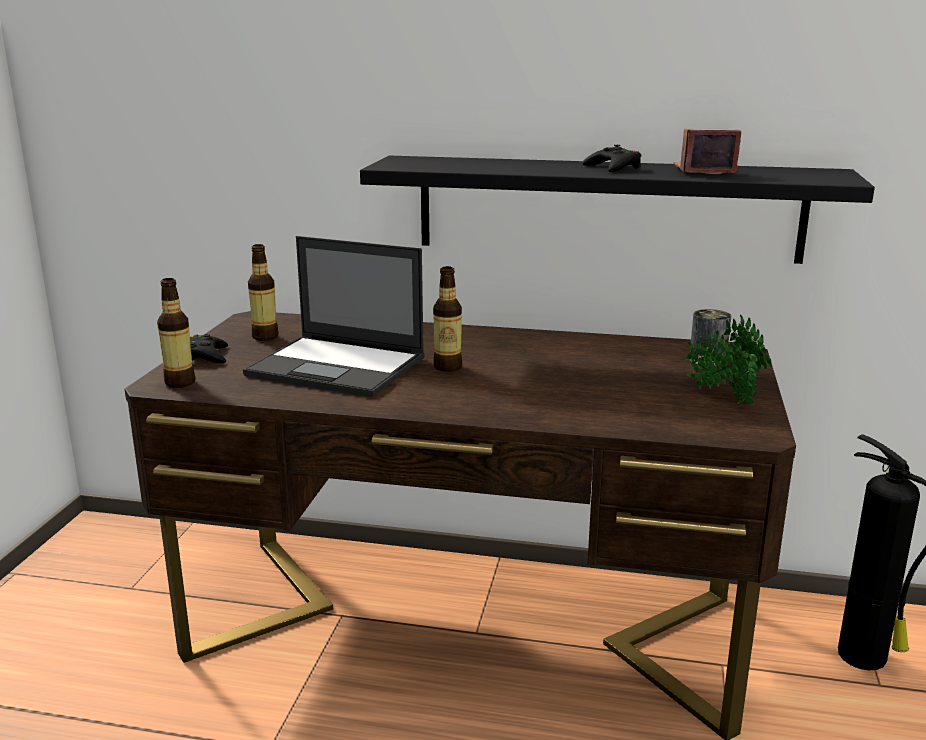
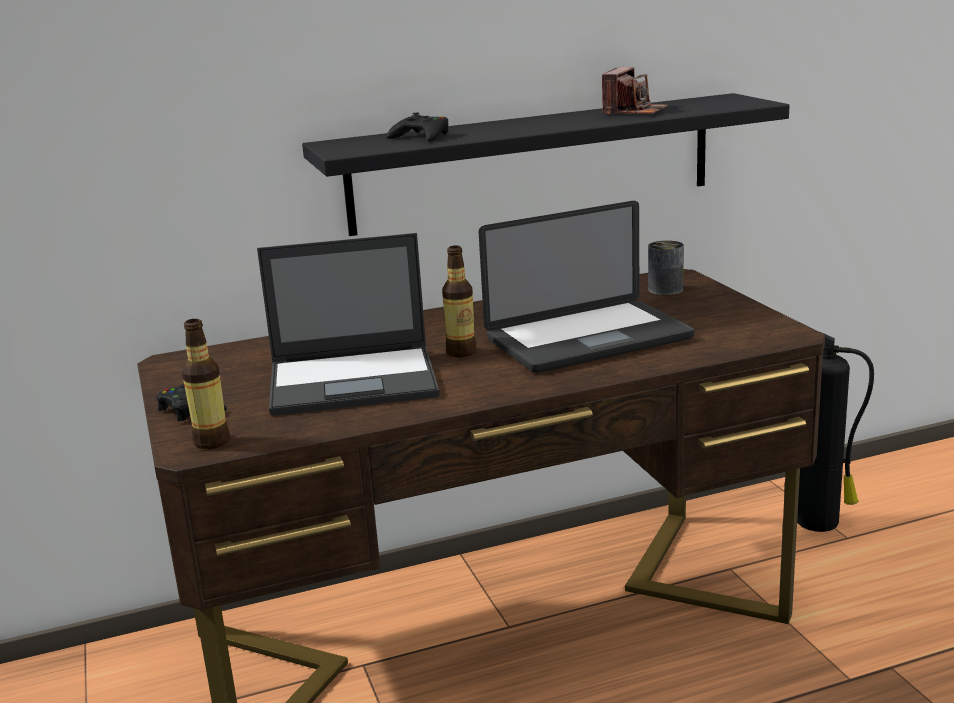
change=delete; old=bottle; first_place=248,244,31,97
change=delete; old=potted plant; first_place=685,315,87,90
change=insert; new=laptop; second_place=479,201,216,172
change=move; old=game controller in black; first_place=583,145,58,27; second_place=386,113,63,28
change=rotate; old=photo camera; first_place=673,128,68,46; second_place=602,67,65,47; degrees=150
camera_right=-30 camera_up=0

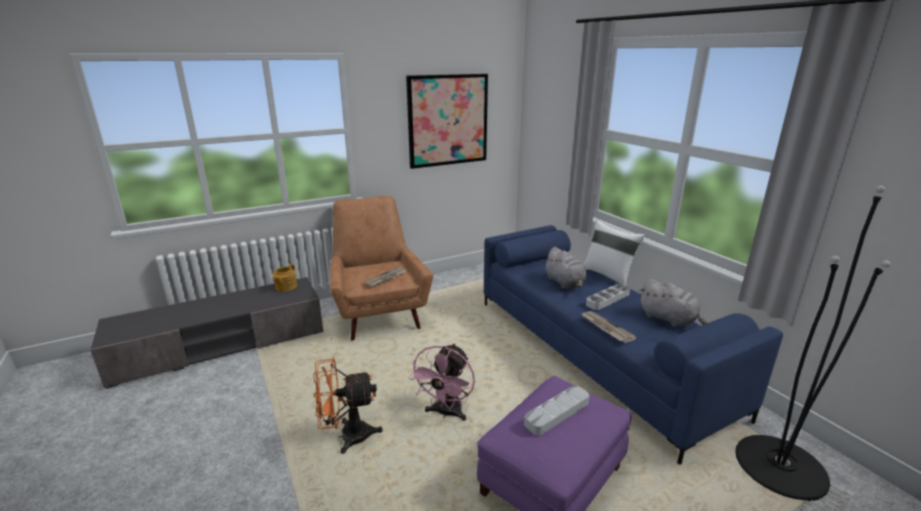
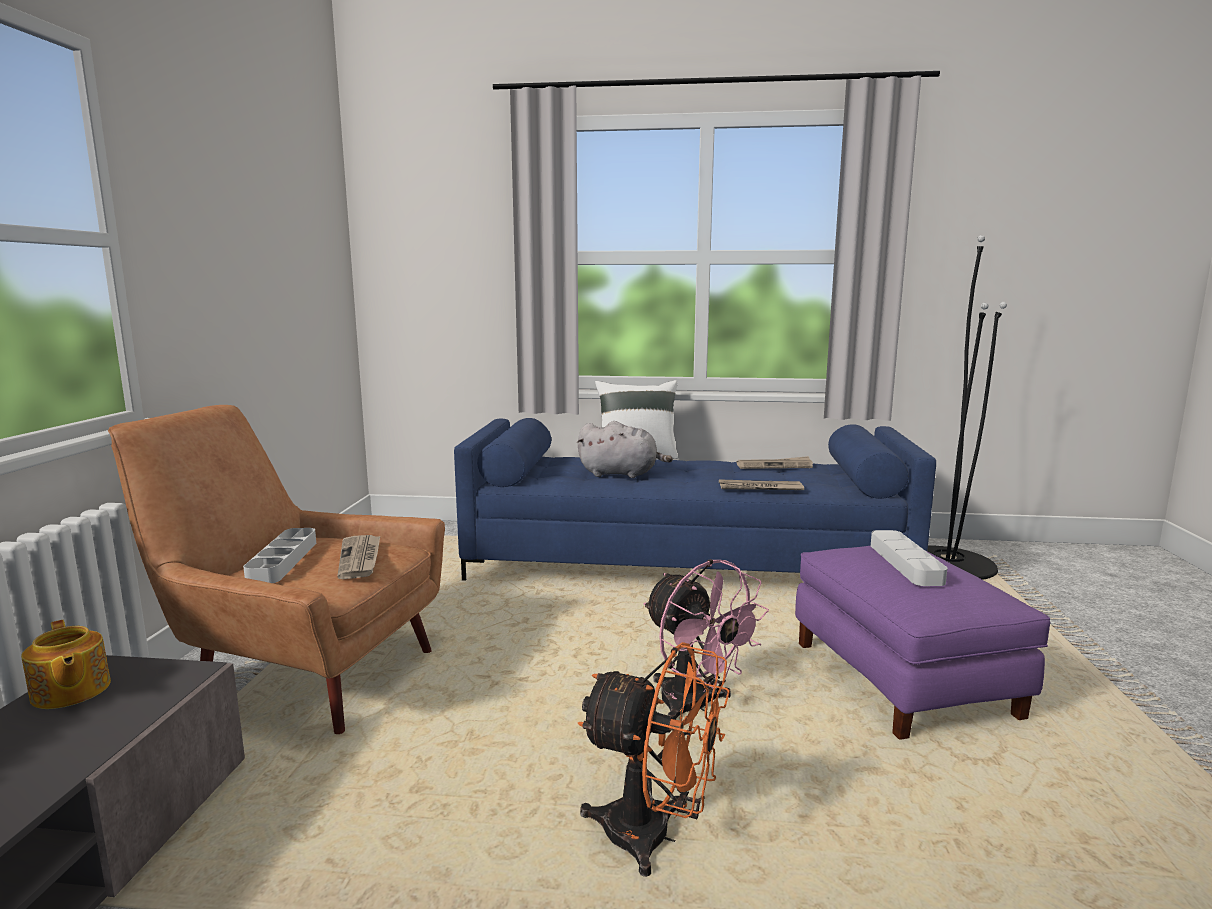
change=delete; old=picture; first_place=406,74,82,95
change=move; old=tray in grey; first_place=586,284,44,26; second_place=243,528,73,55
change=replace; old=plush toy in grey; new=newspaper; first_place=639,279,68,48; second_place=736,456,77,13
change=rotate; old=fan in orange; first_place=313,358,70,96; second_place=578,642,152,235; degrees=-90
camera_right=-55 camera_up=-10

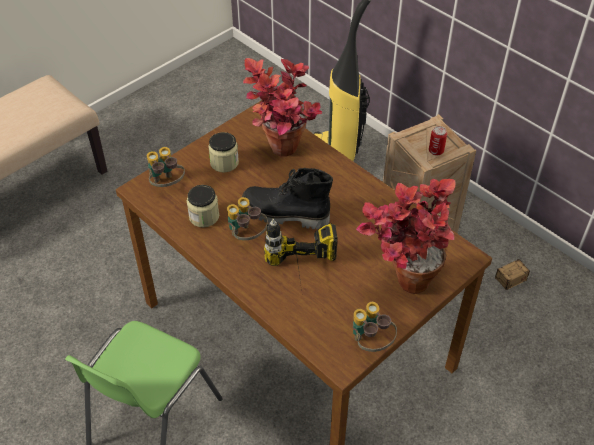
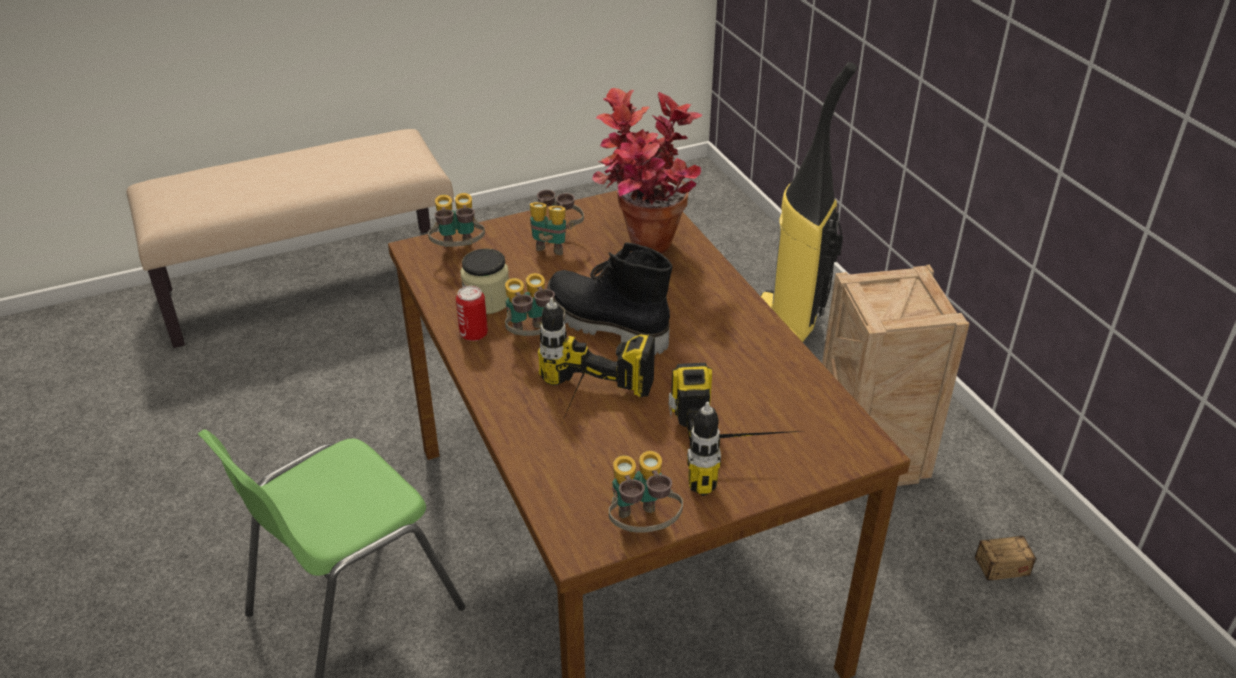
change=move; old=can; first_place=429,126,18,30; second_place=456,286,32,55
change=replace; old=jar; new=binoculars; first_place=208,132,31,40; second_place=530,190,54,65
change=replace; old=potted plant; new=power drill; first_place=356,179,100,115; second_place=669,363,131,133
camera_right=20 camera_up=-10

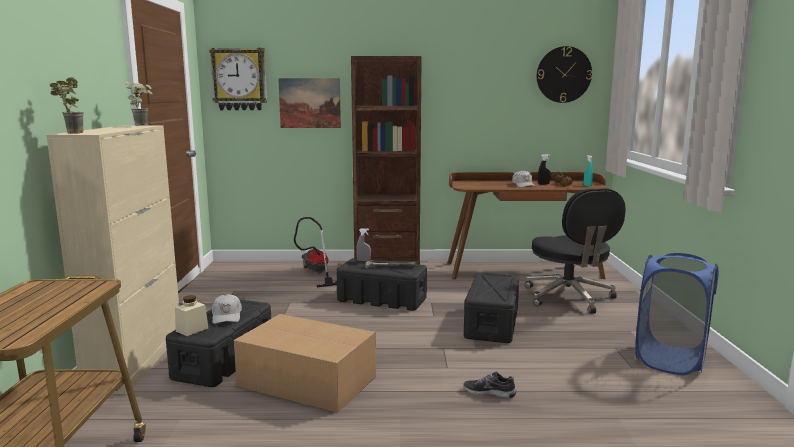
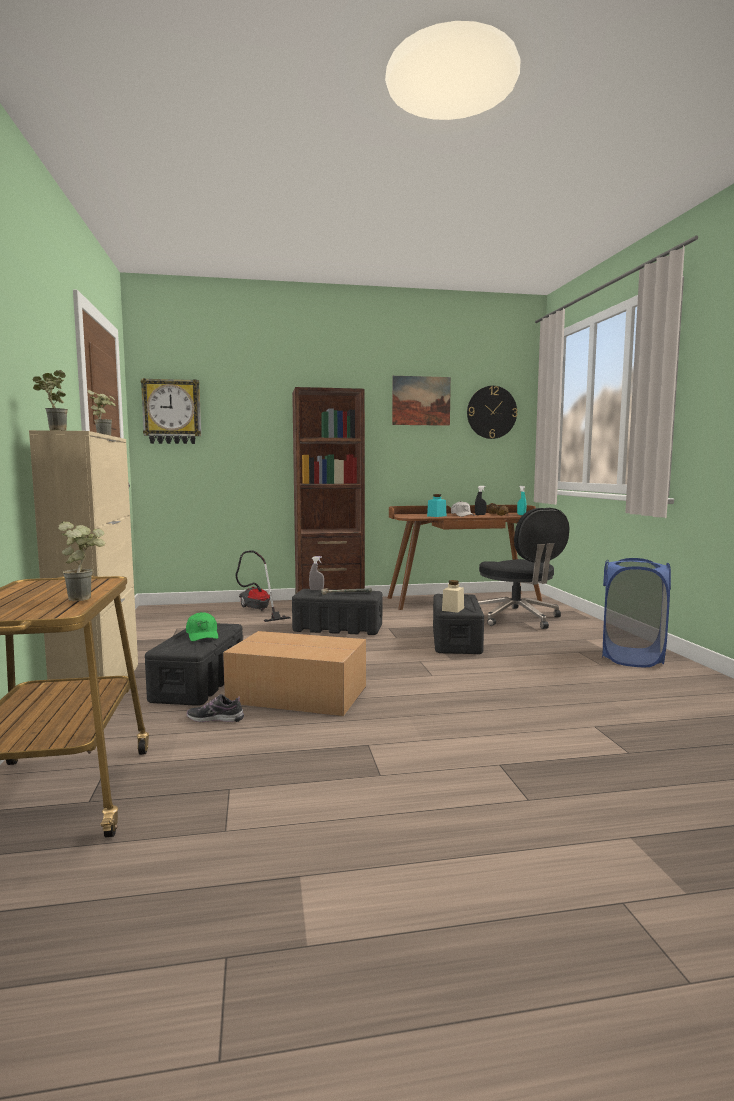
change=insert; new=potted plant; second_place=58,521,48,80
change=insert; new=jar in turquoise; second_place=427,494,19,23
change=move; old=jar in beige; first_place=175,295,33,41; second_place=442,580,22,33
change=move; old=picture; first_place=278,78,63,50; second_place=392,376,59,50
change=move; old=shoe; first_place=463,372,53,26; second_place=187,694,57,28
change=recolor; old=cap in white; new=cap in green; first_place=212,294,30,30; second_place=186,612,32,29
camera_right=-10 camera_up=-5

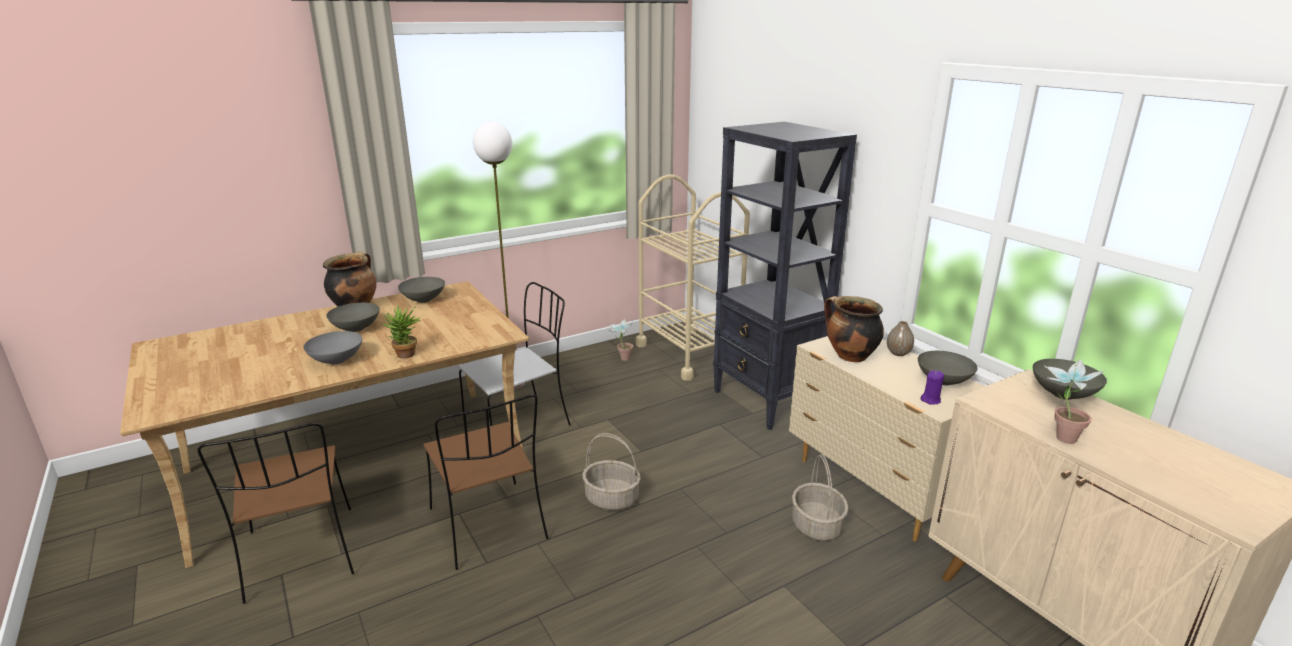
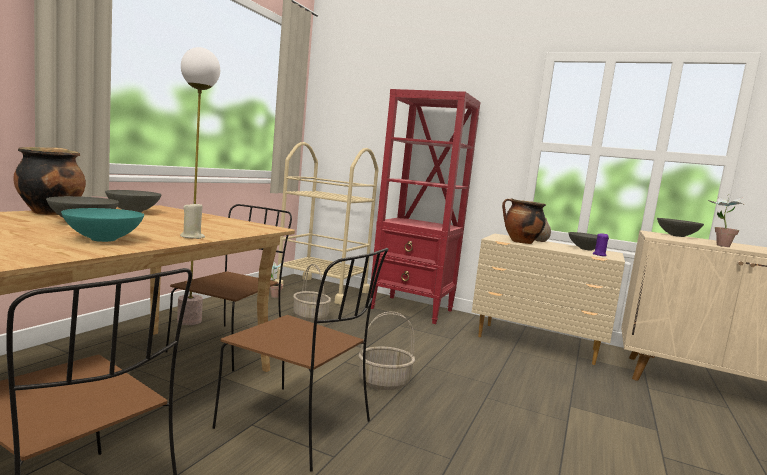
change=move; old=basket; first_place=792,454,57,87; second_place=293,264,38,58
change=replace; old=potted plant; new=candle in beige; first_place=383,304,38,55; second_place=180,202,25,37
change=recolor; old=bowl in grey; new=bowl in turquoise; first_place=303,331,59,34; second_place=61,208,83,34
change=recolor; old=chair in white; new=chair in brown; first_place=458,282,113,144; second_place=165,204,127,167
change=recolor; old=bookcase in black; new=bookcase in red; first_place=713,122,144,308; second_place=370,89,111,235
camera_right=-35 camera_up=-15

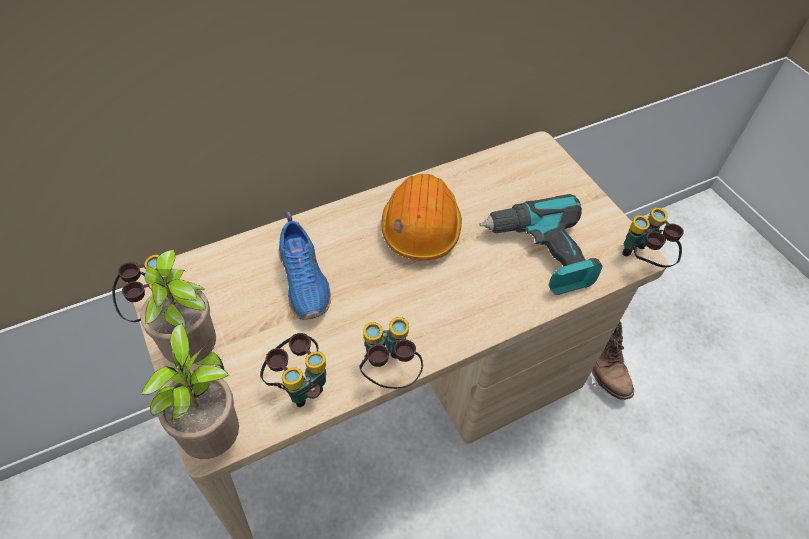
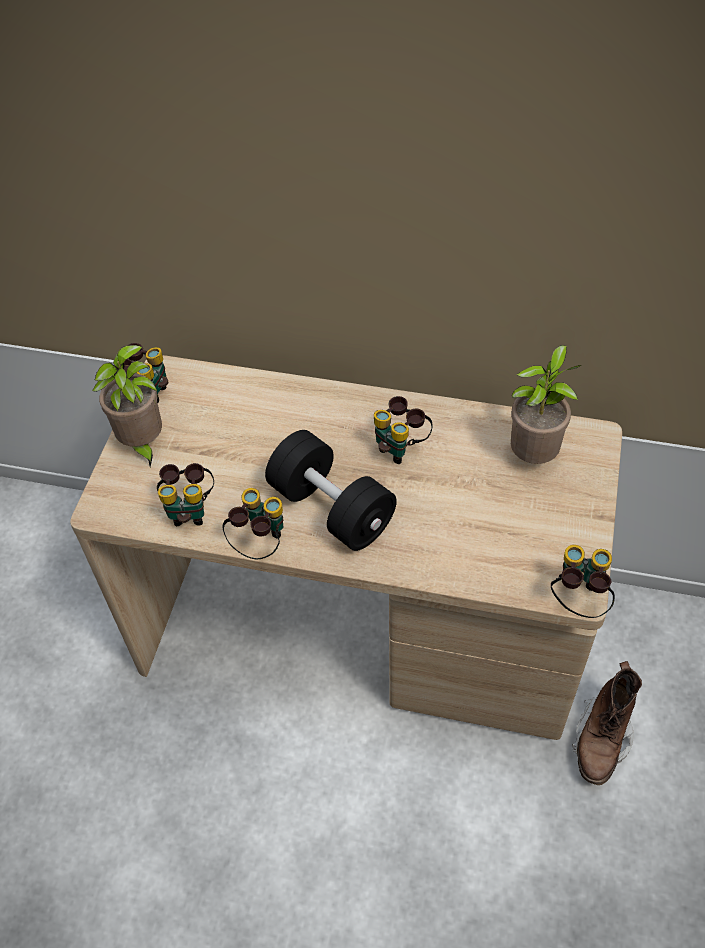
change=delete; old=shoe in blue; first_place=279,212,52,108
change=delete; old=power drill; first_place=480,194,123,101
change=insert; new=dumbbell in black; second_place=265,430,132,121
change=move; old=potted plant; first_place=140,323,99,136; second_place=511,345,70,119
change=replace; old=hard hat in orange; new=binoculars; first_place=382,174,80,86; second_place=374,396,59,68
camera_right=45 camera_up=0

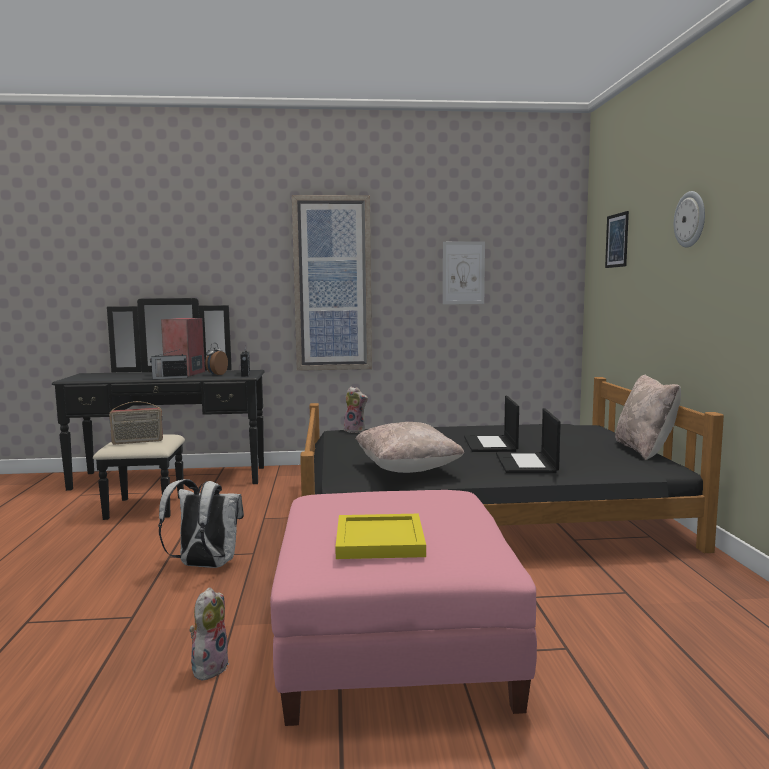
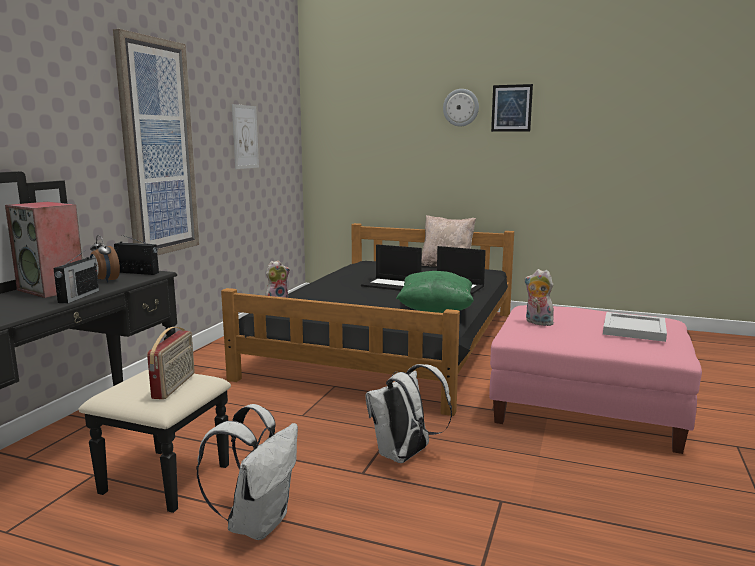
change=insert; new=backpack in white; second_place=196,404,102,136
change=move; old=plush toy; first_place=189,587,40,93; second_place=524,269,30,57
change=move; old=picture; first_place=605,211,24,57; second_place=491,84,42,48
change=recolor; old=tray in yellow; new=tray in white; first_place=335,514,91,45; second_place=603,312,64,30
change=recolor; old=pillow in beige; new=pillow in green; first_place=355,422,109,51; second_place=396,271,78,42
camera_right=-65 camera_up=5

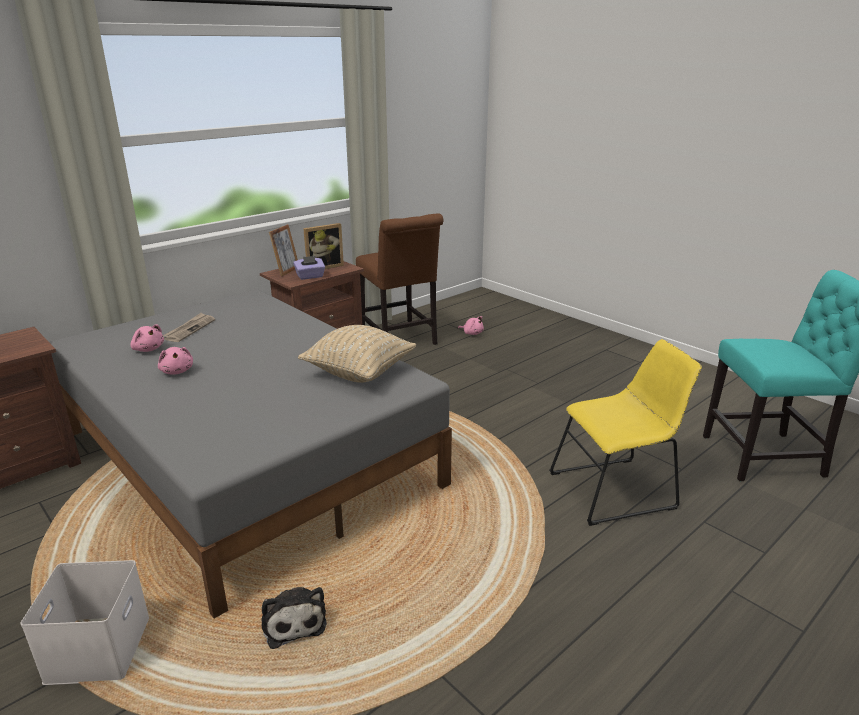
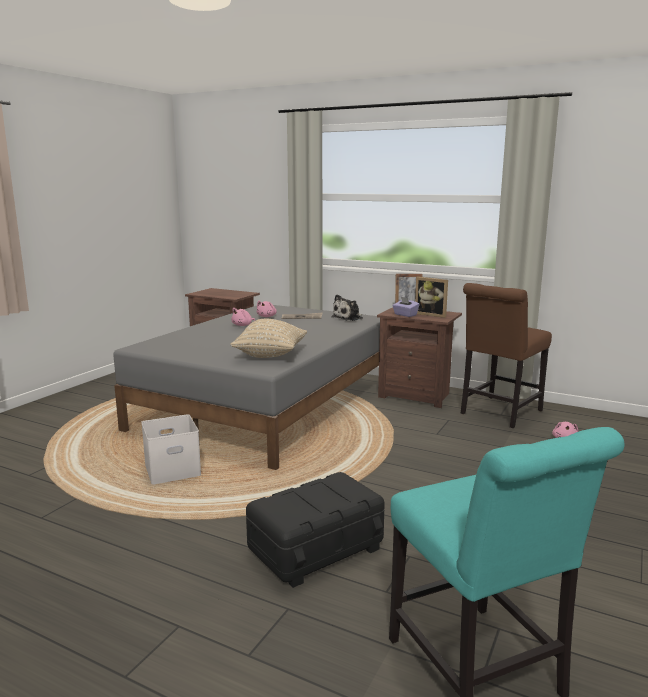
change=move; old=storage box in white; first_place=20,560,129,125; second_place=141,414,60,71
change=move; old=plush toy; first_place=261,587,66,62; second_place=331,294,32,27
change=replace; old=chair in yellow; new=storage box in black; first_place=549,339,153,187; second_place=246,472,139,116
camera_right=70 camera_up=-10

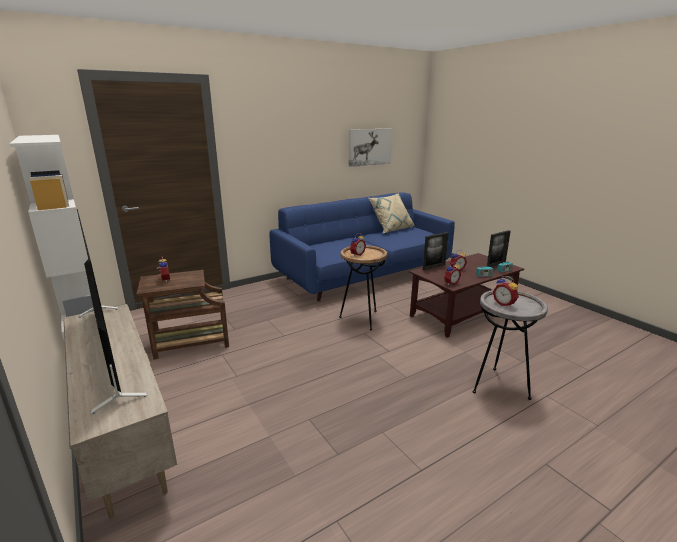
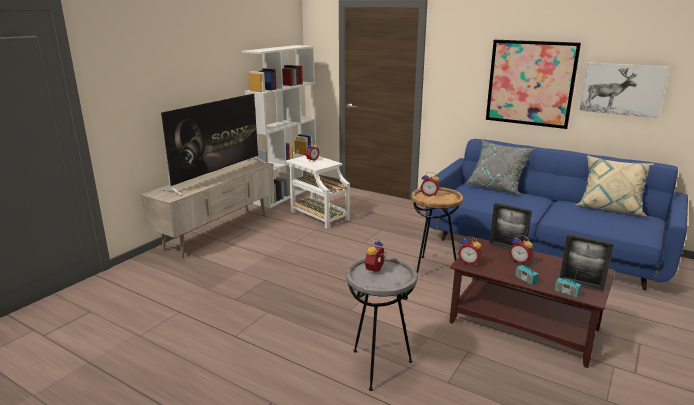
change=insert; new=pillow in grey; second_place=465,140,70,55
change=insert; new=picture; second_place=486,40,95,89
change=recolor; old=side table in brown; new=side table in white; first_place=136,270,93,90; second_place=286,156,64,73
camera_right=65 camera_up=0

